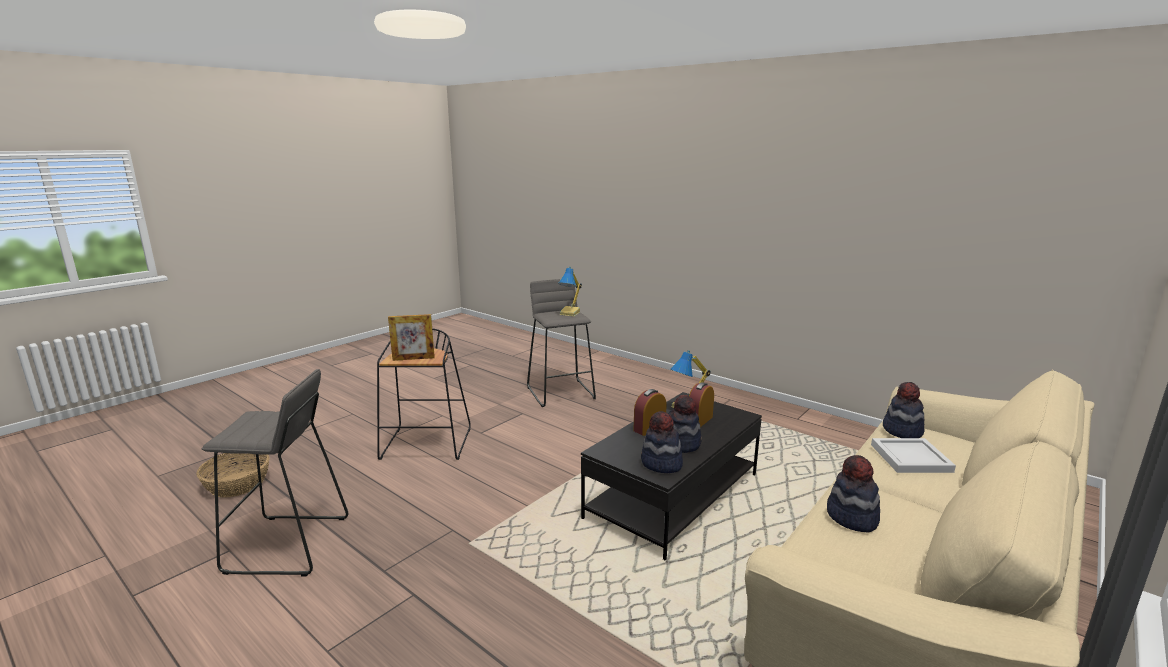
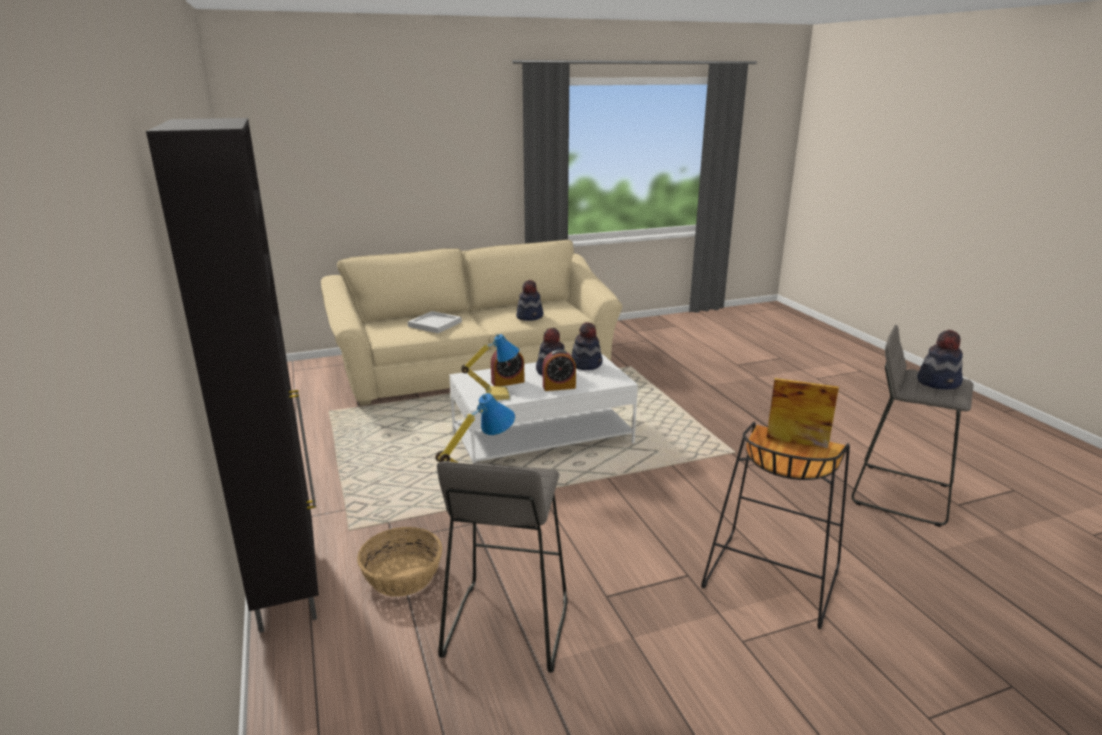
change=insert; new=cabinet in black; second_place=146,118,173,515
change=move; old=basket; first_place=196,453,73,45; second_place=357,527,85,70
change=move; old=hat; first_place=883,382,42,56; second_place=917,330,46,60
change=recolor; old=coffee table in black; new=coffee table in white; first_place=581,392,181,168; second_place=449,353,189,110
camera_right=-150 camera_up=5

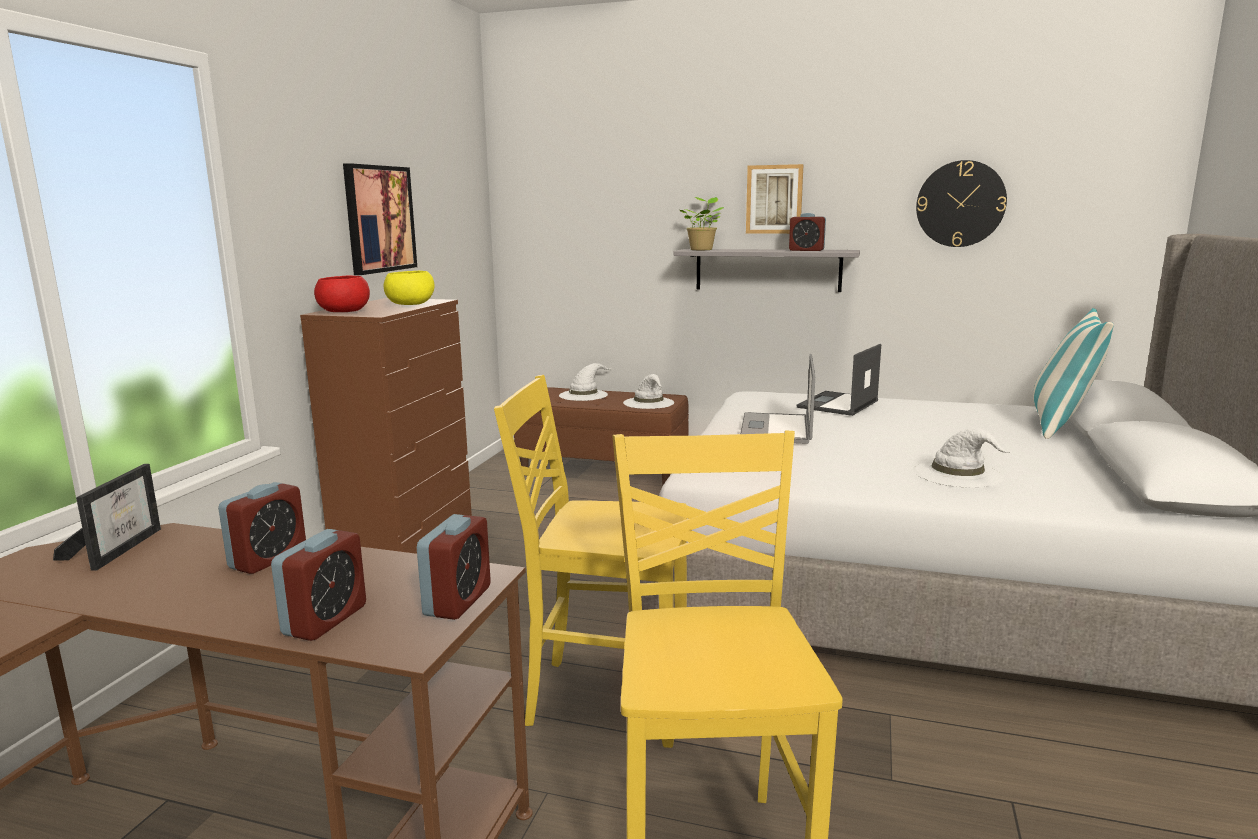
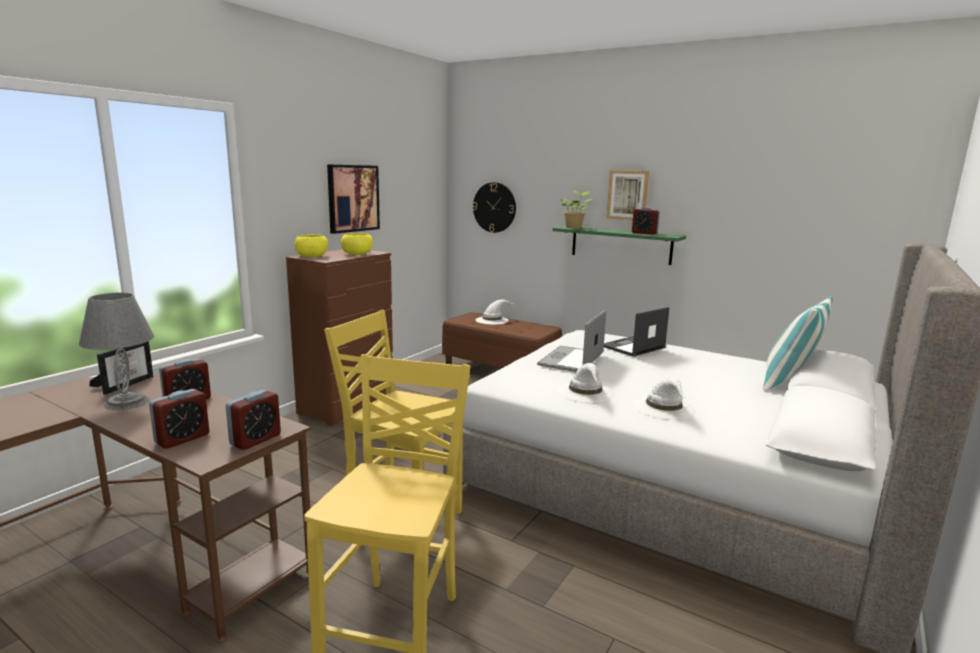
change=insert; new=table lamp in grey; second_place=79,293,75,117
change=move; old=hat in white; first_place=623,374,51,35; second_place=557,363,57,40
change=move; old=wall clock; first_place=916,160,91,87; second_place=472,182,44,51
change=recolor; old=bowl in red; new=bowl in yellow; first_place=314,276,56,36; second_place=294,235,34,22
change=recolor; old=shelf in grey; new=shelf in green; first_place=674,249,186,43; second_place=553,226,133,39
camera_right=15 camera_up=0

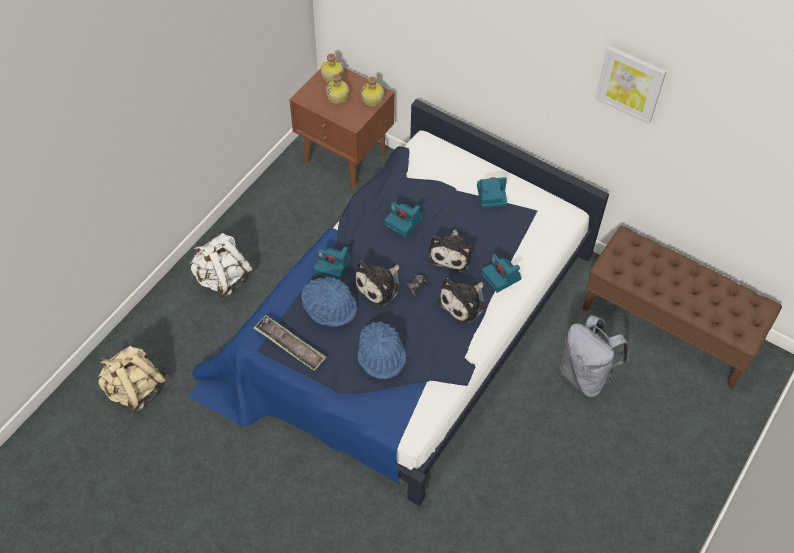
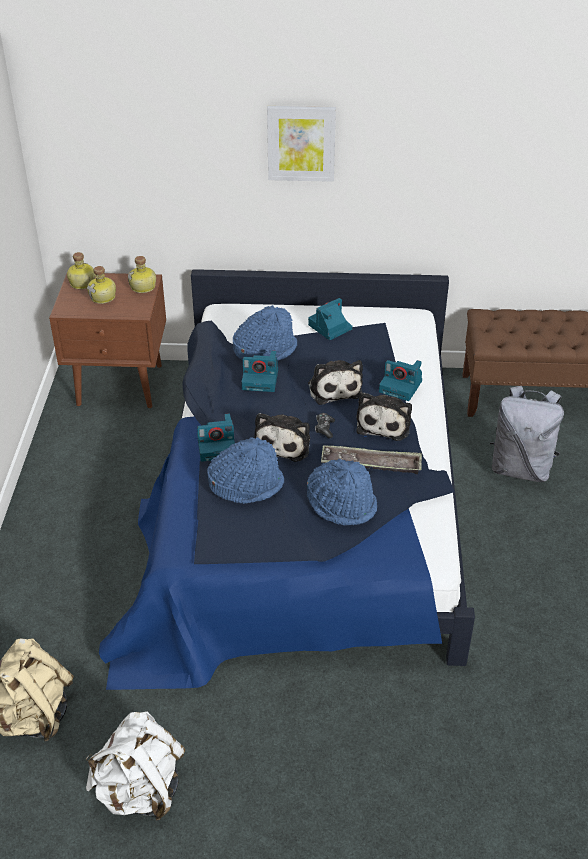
change=insert; new=hat in blue; second_place=233,305,64,56
change=move; old=backpack in white; first_place=190,233,64,65; second_place=86,712,100,109
change=move; old=tray; first_place=254,315,72,56; second_place=321,445,101,29
change=move; old=picture; first_place=595,46,72,78; second_place=267,106,69,76
camera_right=-30 camera_up=-15

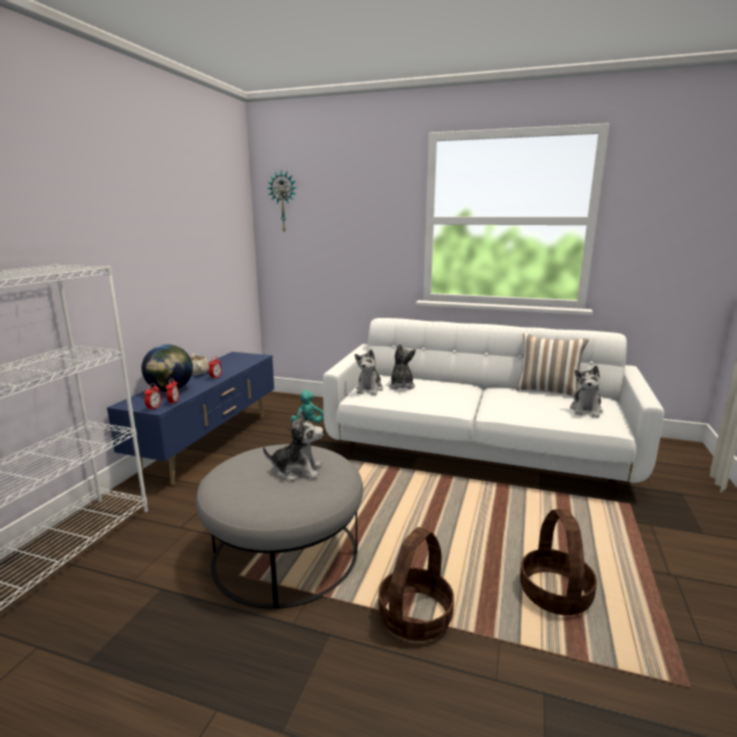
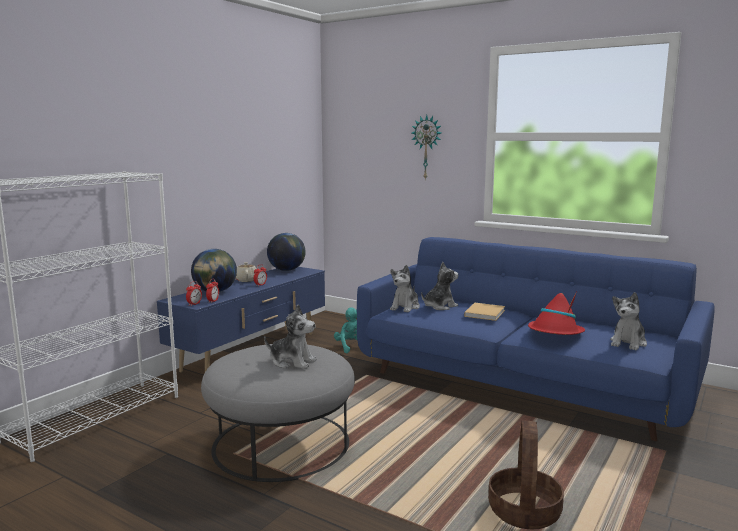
change=delete; old=basket; first_place=378,527,76,114
change=delete; old=pillow; first_place=516,333,73,64
change=insert; new=globe; second_place=267,233,39,38
change=insert; new=book in beige; second_place=464,303,41,18
change=insert; new=hat in red; second_place=528,291,57,44
change=move; old=wall clock; first_place=267,170,30,62; second_place=412,115,29,65
change=recolor; old=sofa in white; new=sofa in blue; first_place=323,318,341,177; second_place=357,237,358,204
change=rotate; old=plush toy; first_place=388,344,28,45; second_place=421,262,37,48; degrees=45
camera_right=15 camera_up=-5

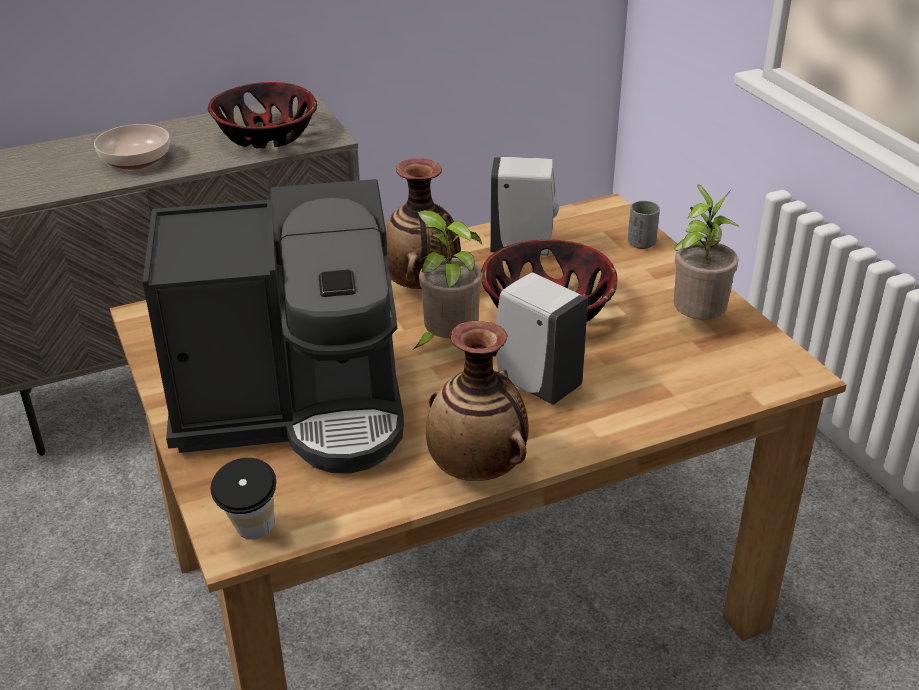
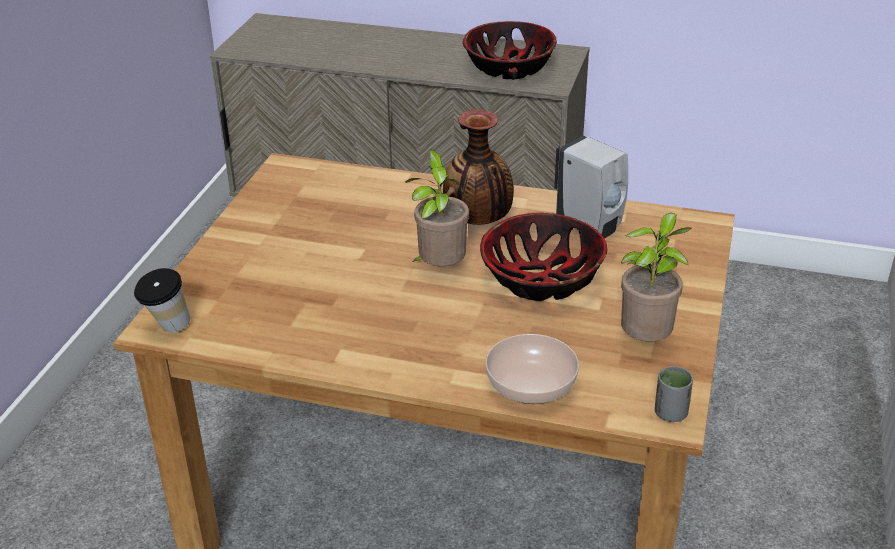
change=delete; old=coffee machine; first_place=143,179,261,294
change=delete; old=vase; first_place=426,321,103,160
change=delete; old=soap dispenser in white; first_place=496,272,92,133
change=move; old=bowl; first_place=94,124,76,46; second_place=485,334,94,70
change=move; old=cup in grey; first_place=628,201,32,48; second_place=655,366,38,56
camera_right=40 camera_up=0

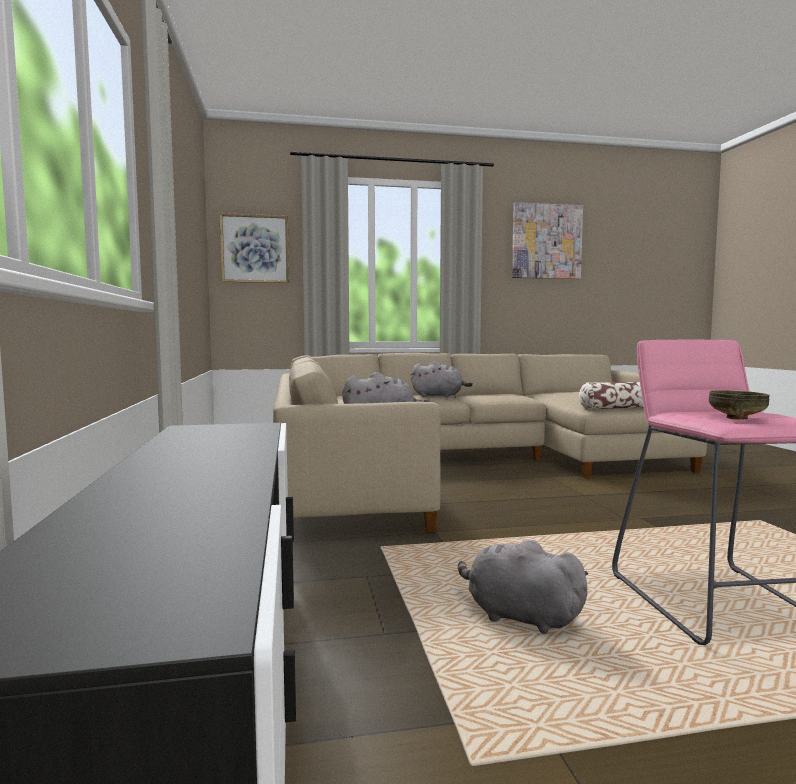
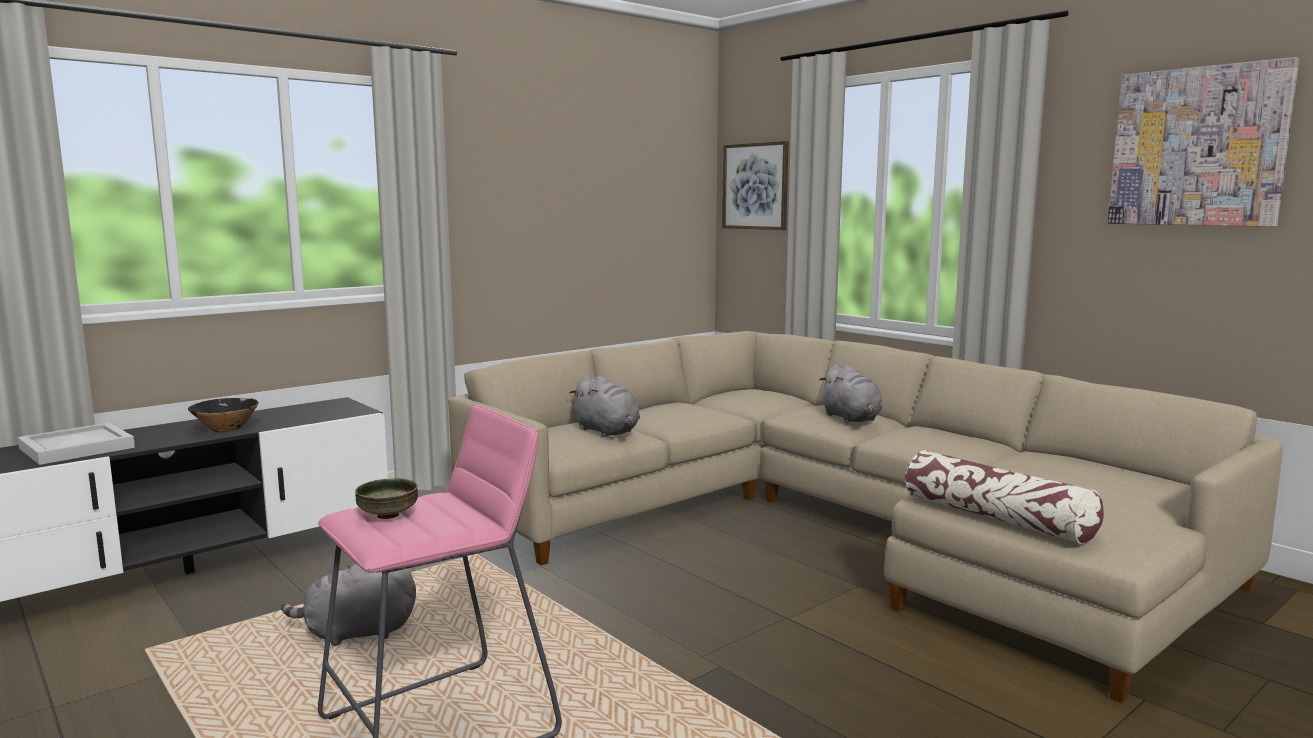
change=insert; new=tray in white; second_place=18,423,117,42
change=insert; new=bowl in black; second_place=188,398,71,35
change=rotate; old=plush toy in grey; first_place=458,540,131,94; second_place=281,564,135,82; degrees=-105
camera_right=60 camera_up=5

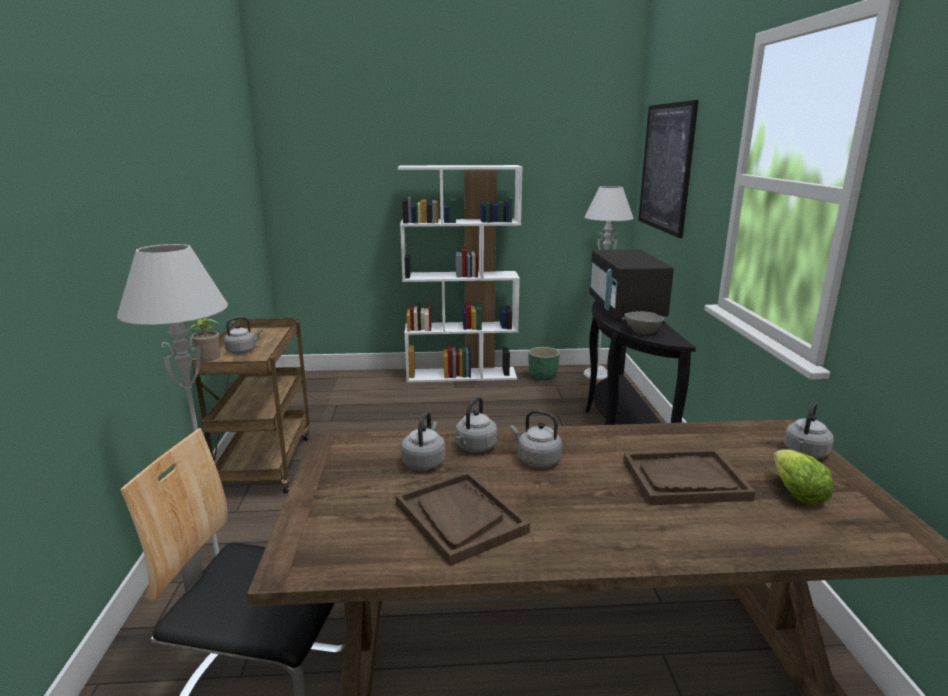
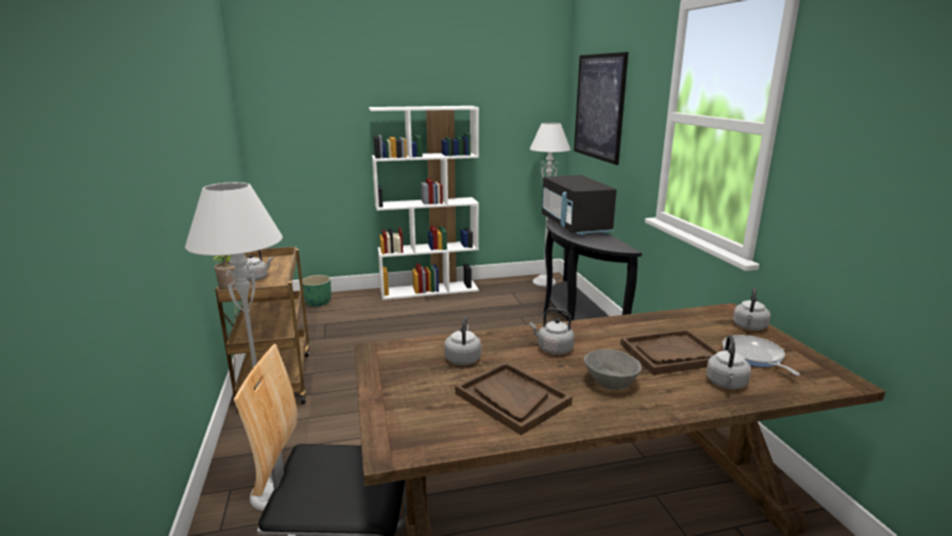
change=move; old=kettle in grey; first_place=456,397,41,55; second_place=706,335,45,54
change=move; old=planter in green; first_place=529,347,31,34; second_place=302,275,29,32
change=move; old=bowl in grey; first_place=625,311,39,23; second_place=584,349,58,41
change=replace; old=lettuce; new=frying pan; first_place=773,449,61,56; second_place=722,335,78,40
camera_right=-10 camera_up=0

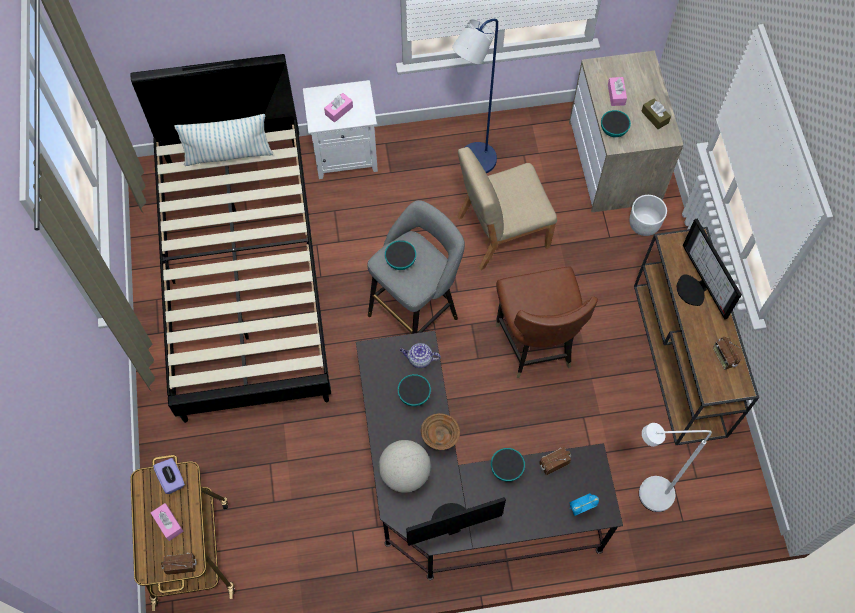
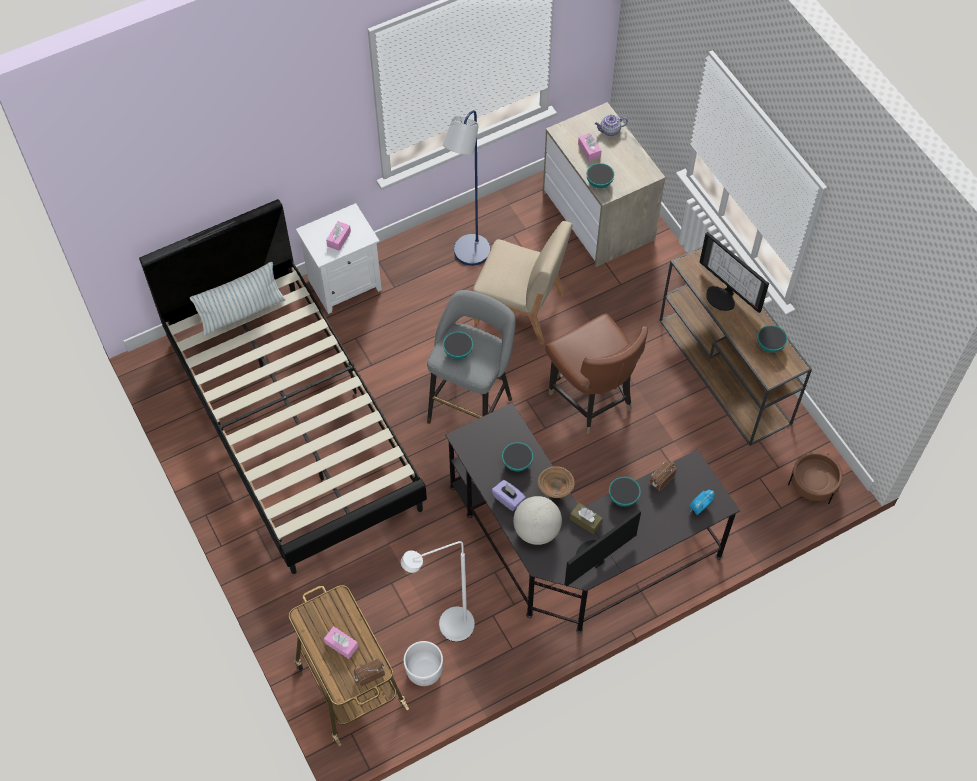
change=insert; new=planter in brown; second_place=788,452,55,52
change=move; old=tissue box in purple; first_place=153,458,32,36; second_place=492,480,34,31
change=move; old=teapot; first_place=400,343,41,25; second_place=595,115,33,21
change=move; old=planter in white; first_place=629,195,38,41; second_place=404,641,39,45
change=move; old=floor lamp in white; first_place=639,423,73,89; second_place=401,541,73,101
change=move; old=tissue box in brown; first_place=641,98,30,31; second_place=570,503,33,31
change=replace; old=radio; new=bowl; first_place=713,337,28,33; second_place=757,325,31,28
change=rotate; old=chair in beige; first_place=457,147,100,123; second_place=473,221,100,123; degrees=-120
camera_right=-20 camera_up=-5

